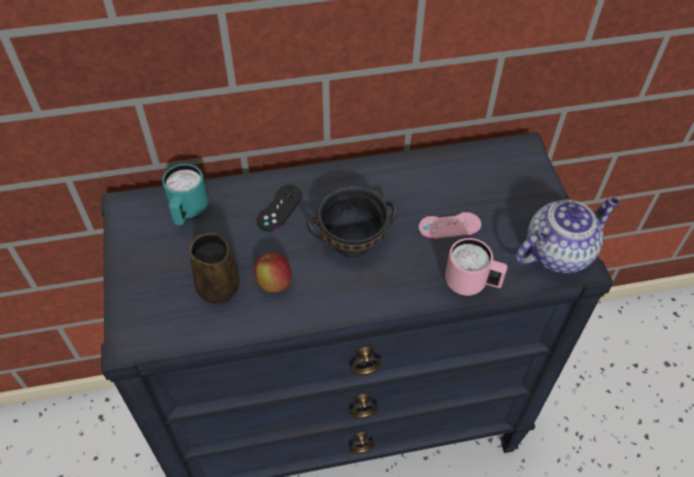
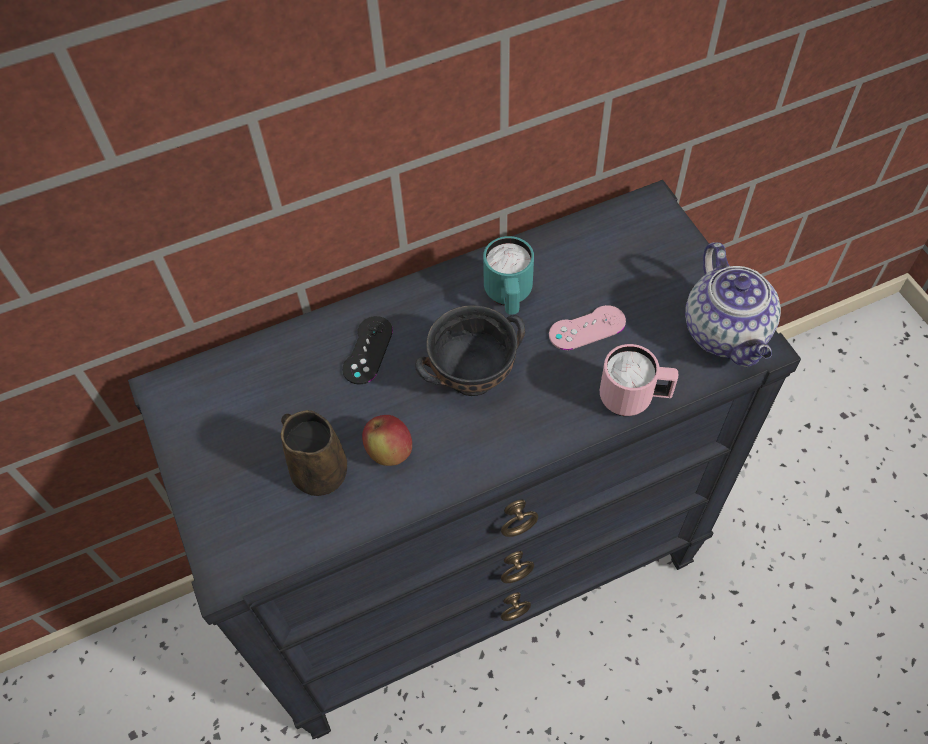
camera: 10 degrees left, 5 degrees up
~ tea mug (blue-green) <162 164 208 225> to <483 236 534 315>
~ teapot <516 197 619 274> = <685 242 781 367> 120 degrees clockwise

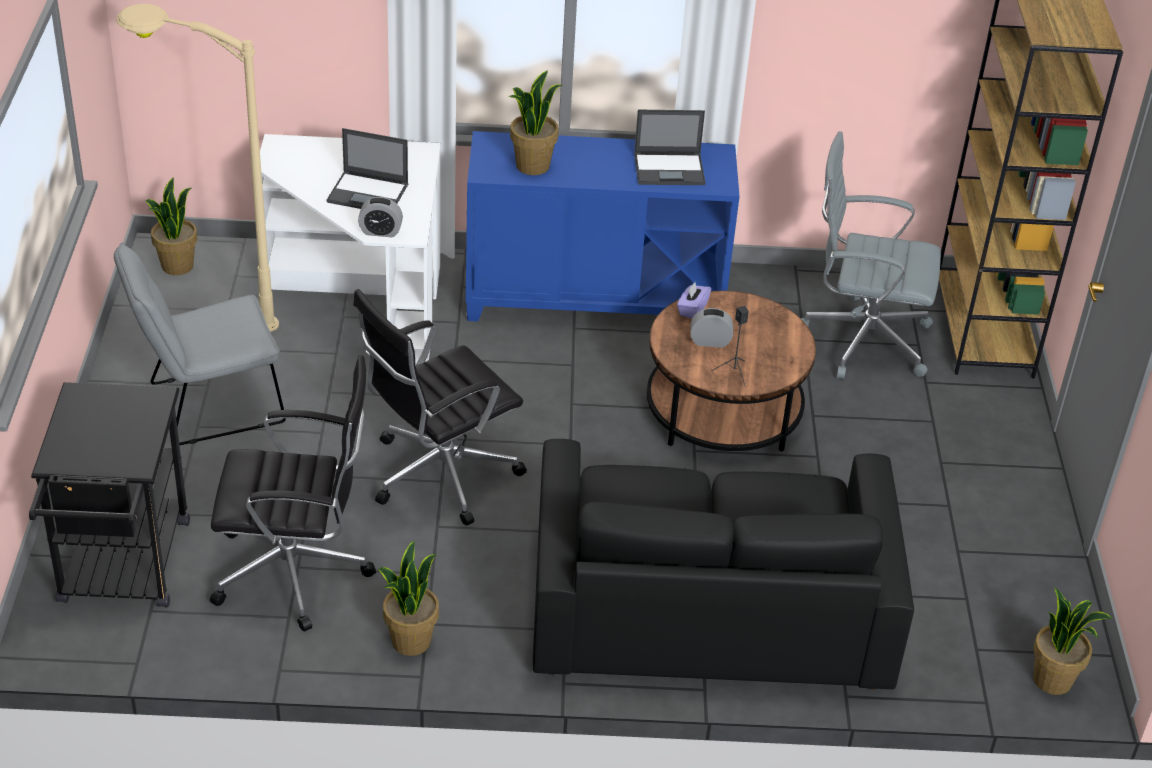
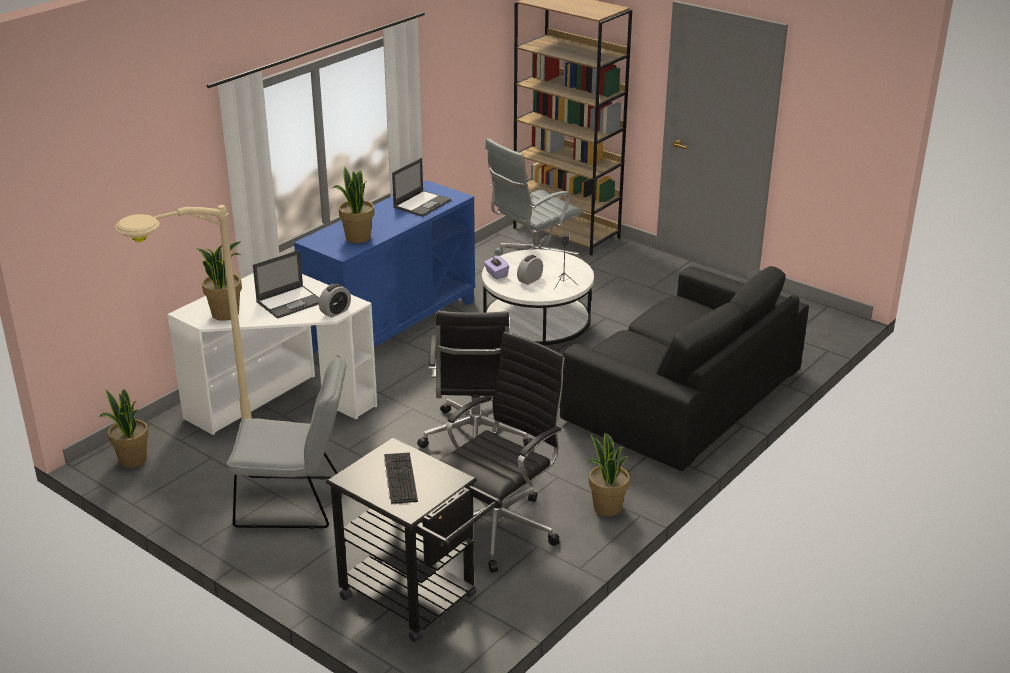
camera: 50 degrees left, 10 degrees down
~ potted plant <1033 588 1112 695> to <195 241 242 321>
~ upright chair (grey) <114 242 286 445> = <226 355 346 529> 105 degrees counterclockwise
+ computer keyboard <384 452 418 505>
~ lounge table (brownish) <647 291 816 452> to lounge table (whitish) <482 249 594 346>

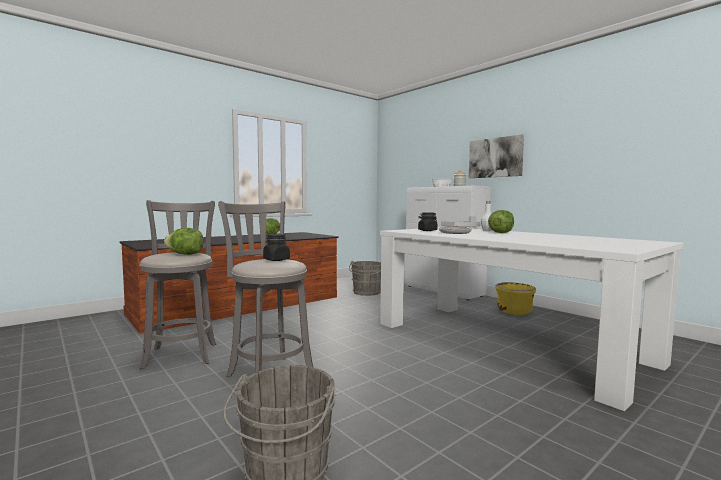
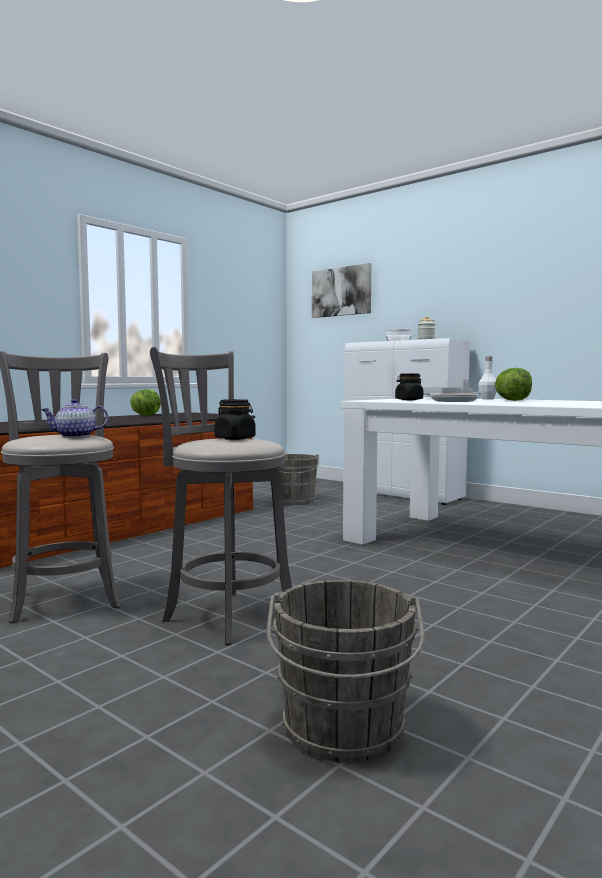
camera: 10 degrees left, 0 degrees up
~ lettuce head <164 228 203 255> to teapot <41 399 108 438>
~ wall art <469 134 524 178> to <312 263 371 318>
- planter (yellow) <495 282 536 315>

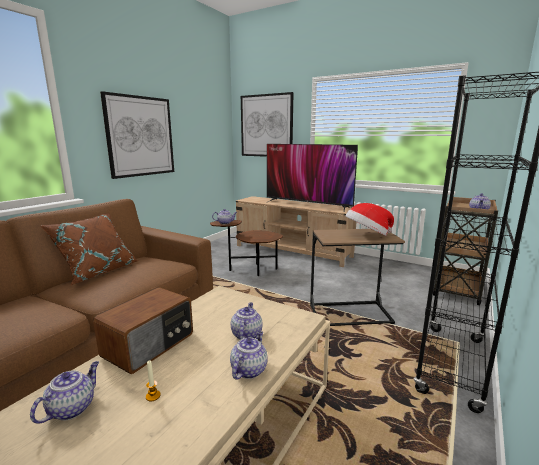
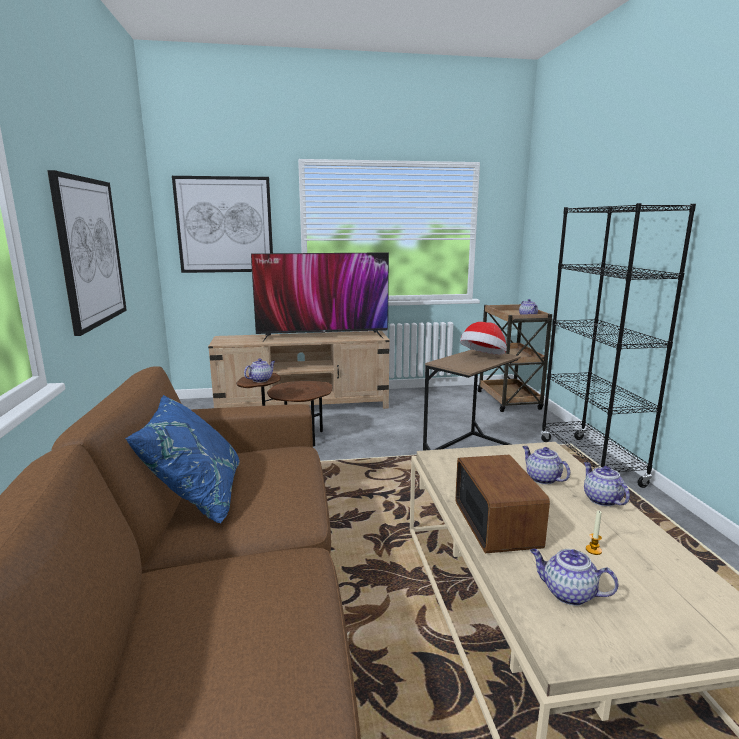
camera: 40 degrees left, 0 degrees up
~ cushion (brownish) <40 213 139 285> to cushion (blue-coloured) <125 395 240 524>
~ teapot <30 361 99 424> = <530 549 618 606> 45 degrees counterclockwise

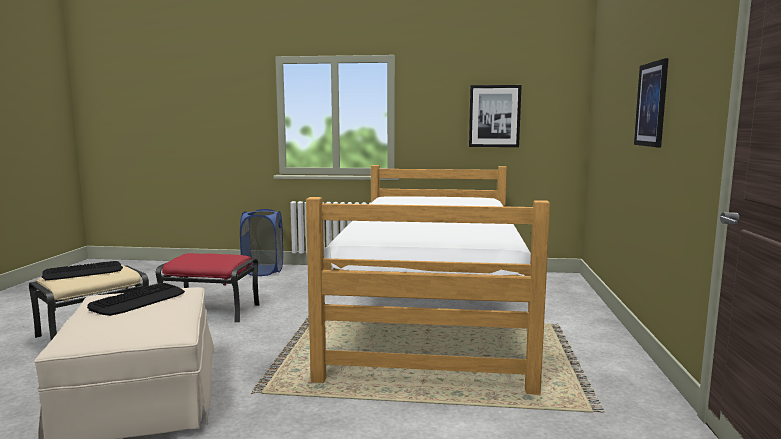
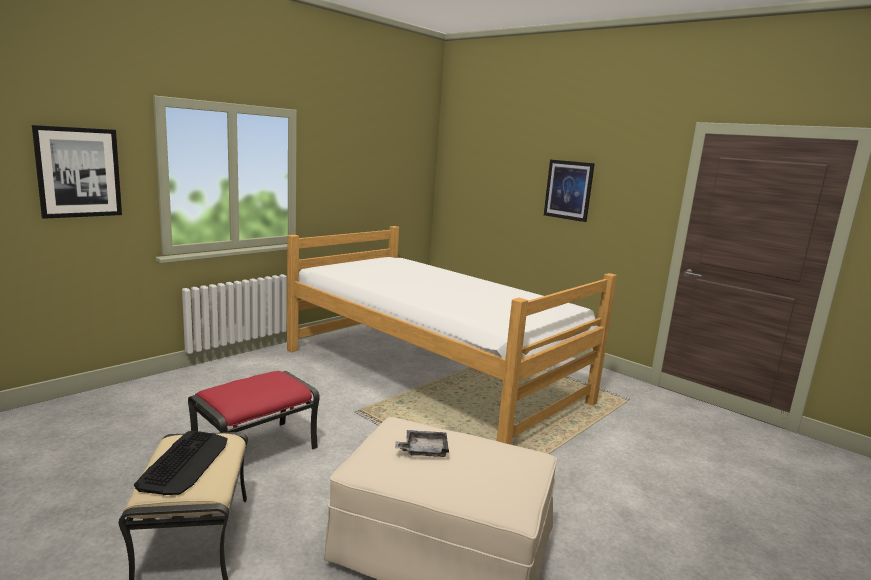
camera: 55 degrees left, 5 degrees up
~ wall art <469 85 522 147> to <32 125 122 219>
~ computer keyboard <87 283 185 316> to tray (grey) <395 430 449 457>
- laundry basket (blue-coloured) <240 209 283 276>

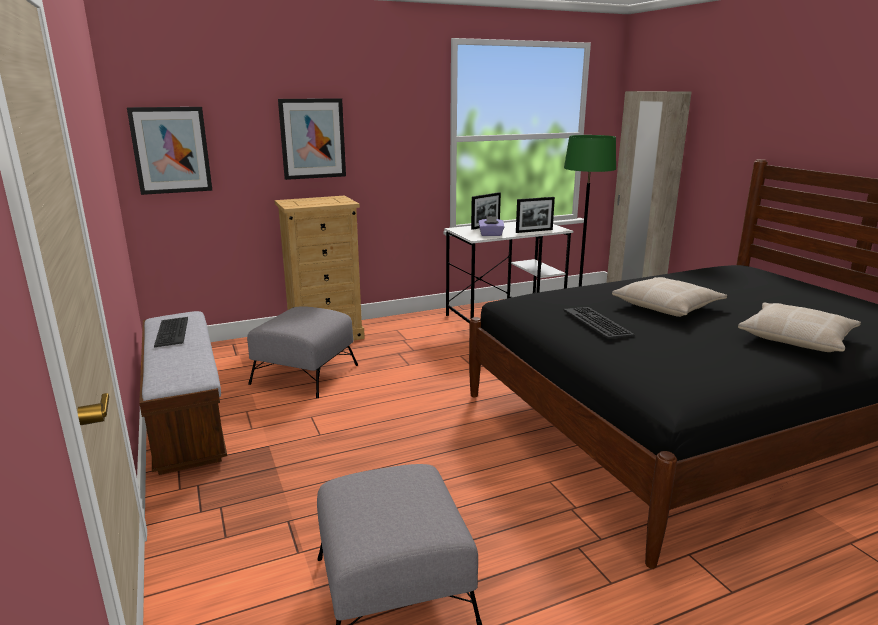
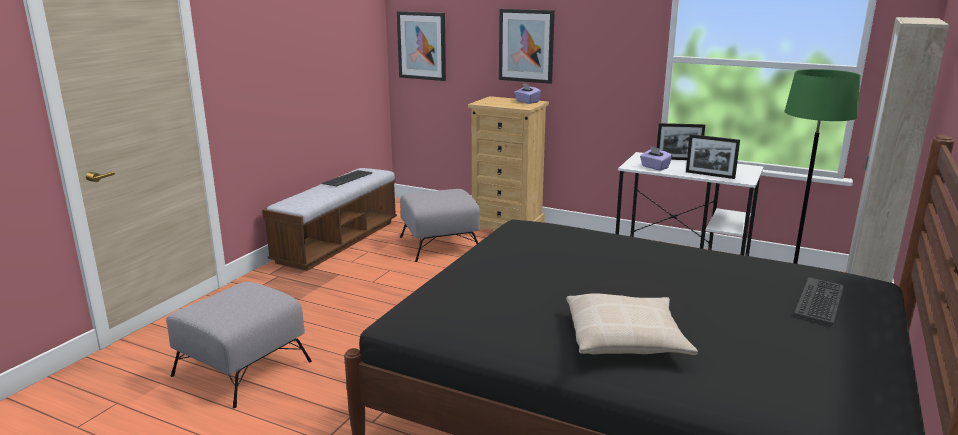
camera: 50 degrees right, 0 degrees up
+ box of tissues (purple) <514 83 541 104>
~ computer keyboard <563 307 635 339> to <794 277 844 325>
- cushion (sand-coloured) <612 277 727 317>

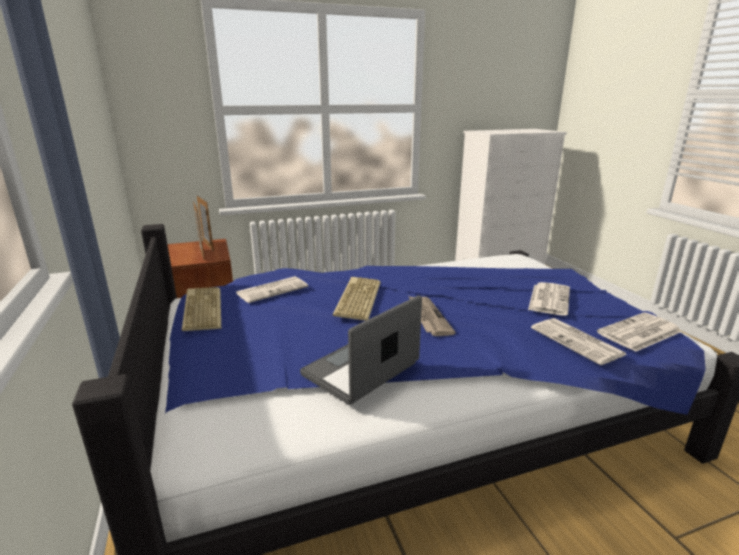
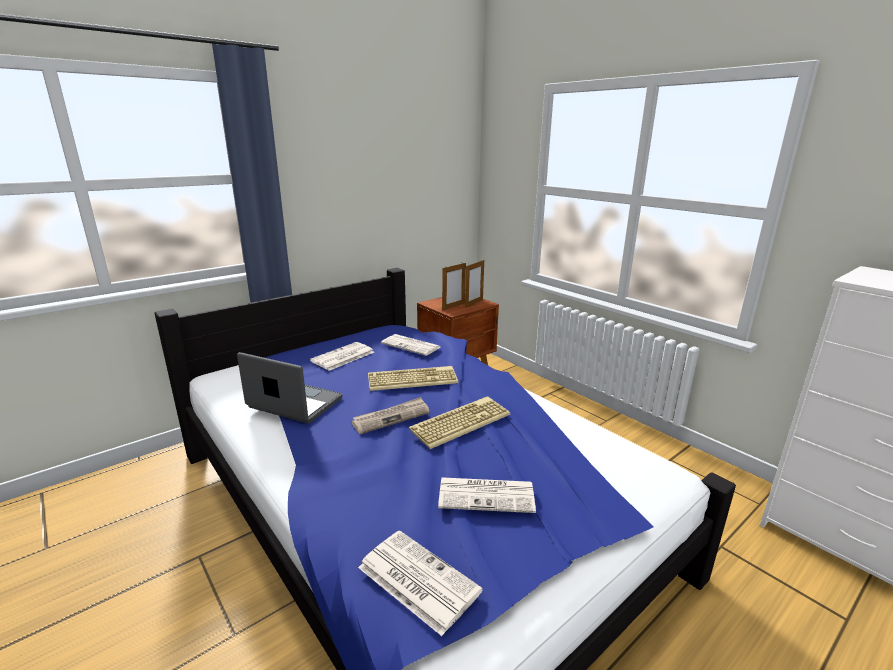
camera: 70 degrees right, 0 degrees up
~ newspaper <531 318 627 365> to <310 342 374 371>
~ computer keyboard <182 287 221 331> to <409 396 511 449>

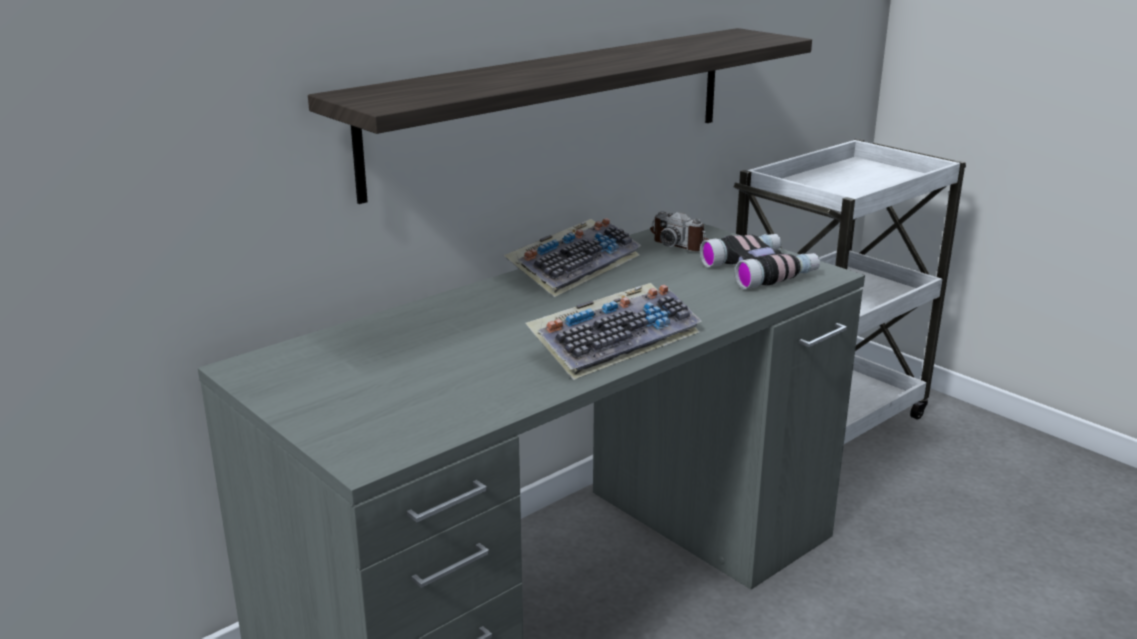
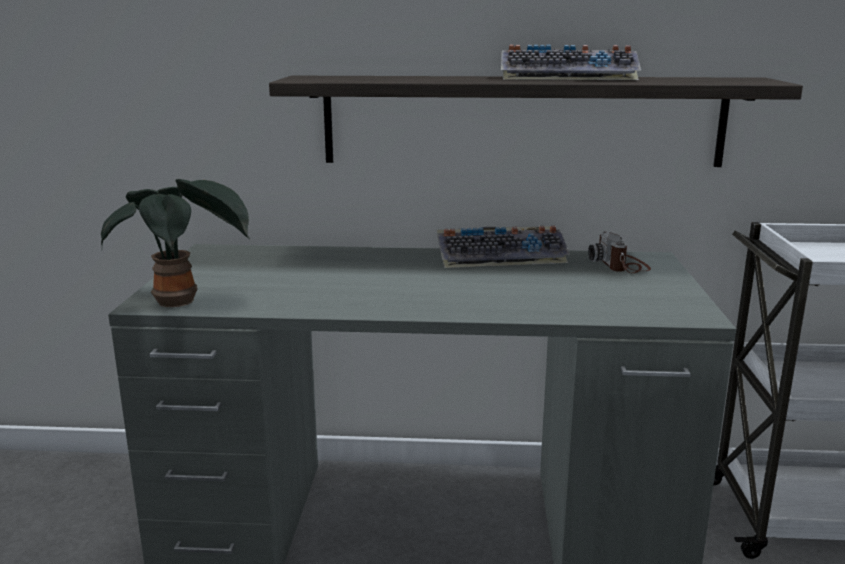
camera: 45 degrees right, 5 degrees down
+ potted plant <101 179 250 307>
~ computer keyboard <525 283 702 380> to <501 44 641 80>
- field glasses <700 234 820 289>

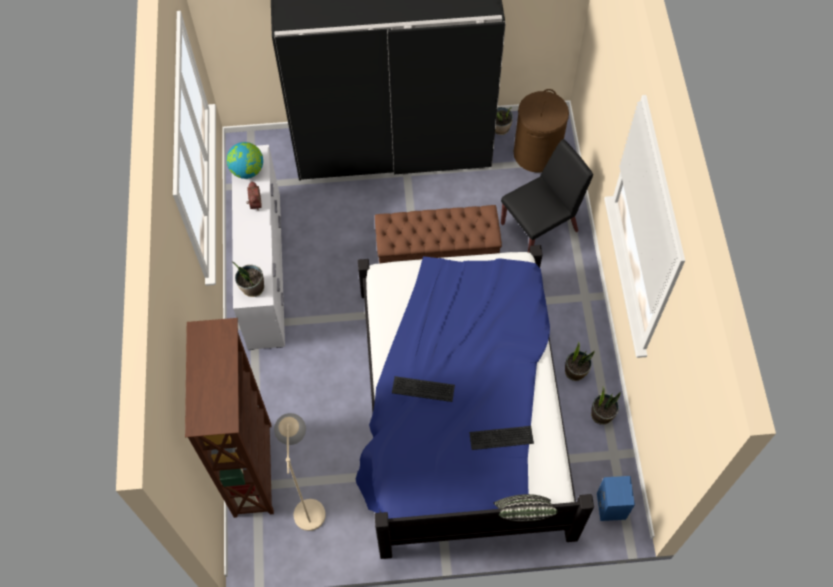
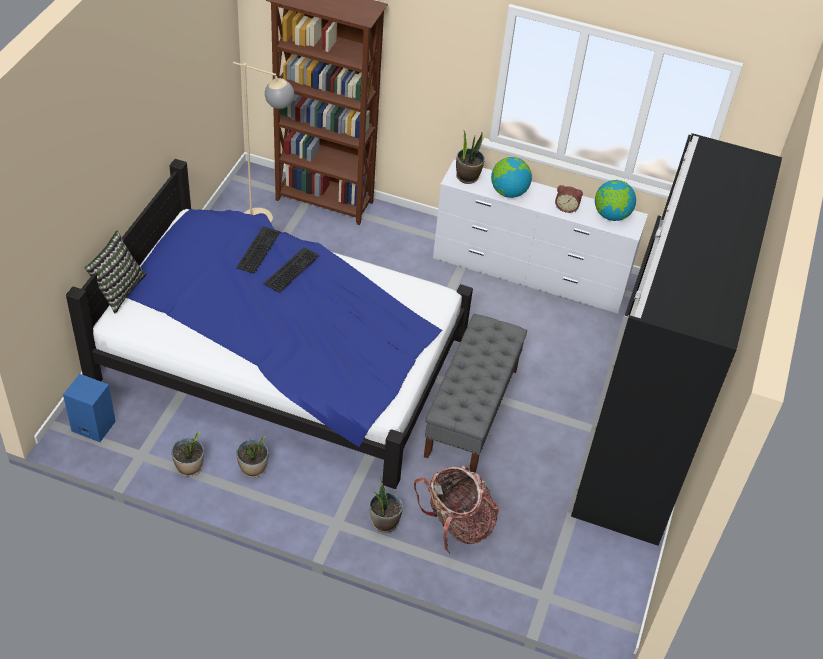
camera: 110 degrees right, 15 degrees down
~ computer keyboard <469 426 534 450> to <236 226 281 274>
~ potted plant <495 107 513 135> to <370 476 403 533>
~ upright chair (black-coloured) <501 139 593 252> to knapsack <414 465 499 554>
~ indoor bench (brownish) <375 205 502 264> to indoor bench (grey) <424 314 527 473>
+ globe <491 157 532 198>
- laundry basket (brownish) <514 89 569 173>

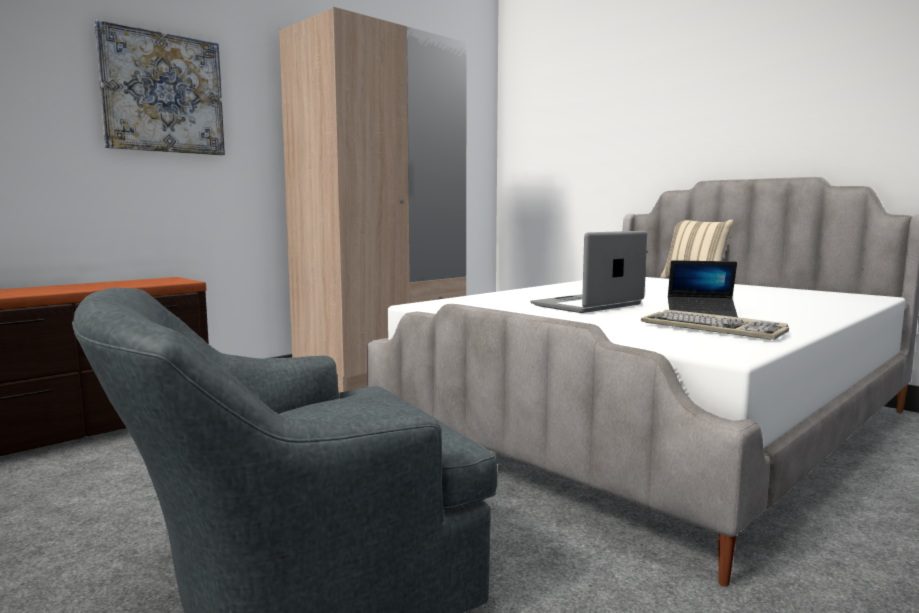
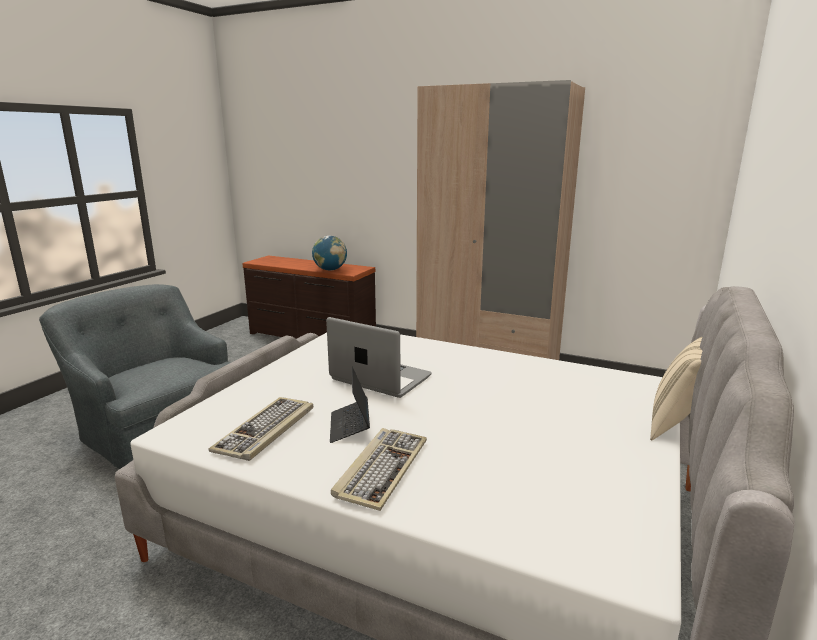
camera: 70 degrees right, 10 degrees up
+ globe <312 236 347 271>
+ computer keyboard <331 428 427 511>
- wall art <95 20 225 155>

